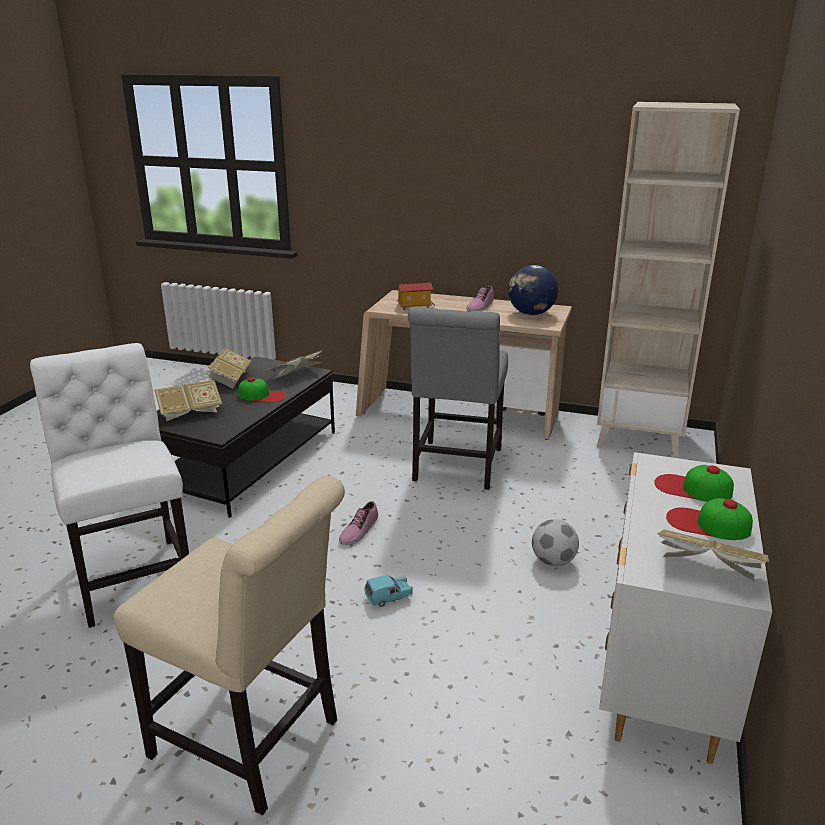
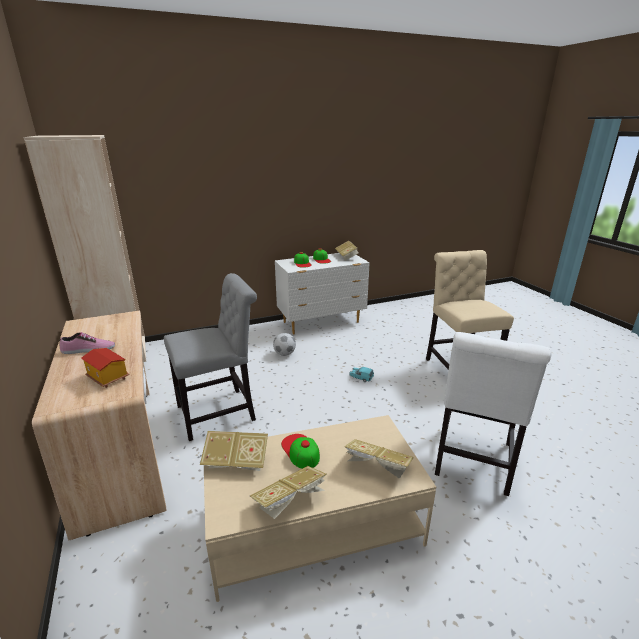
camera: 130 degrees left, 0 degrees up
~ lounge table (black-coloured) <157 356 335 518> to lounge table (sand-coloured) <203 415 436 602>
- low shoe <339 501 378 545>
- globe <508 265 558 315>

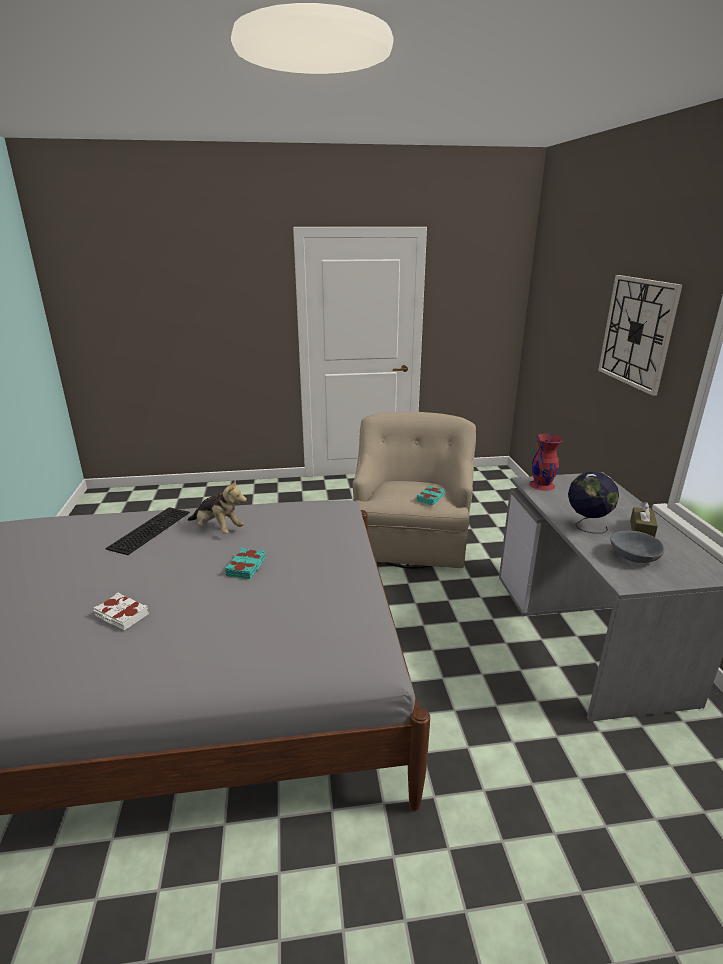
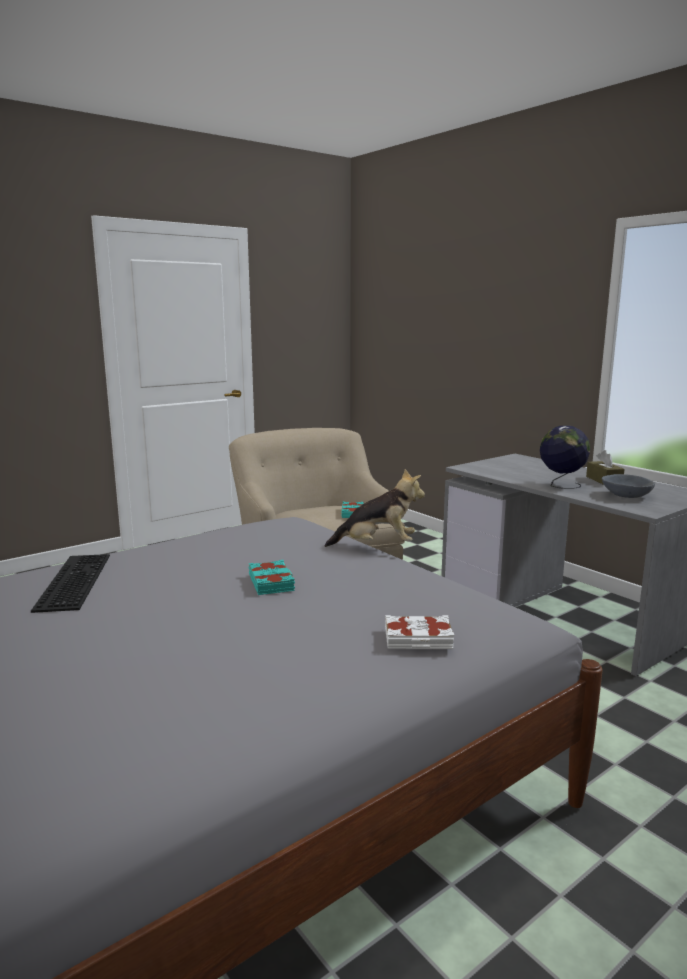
camera: 30 degrees left, 10 degrees down
~ plush toy <187 478 247 534> to <325 469 425 547>
~ volume (whitish) <94 592 149 631> to <385 615 454 649>
- vase (red-coloured) <529 434 563 491>
- hanging clock <598 275 682 396>

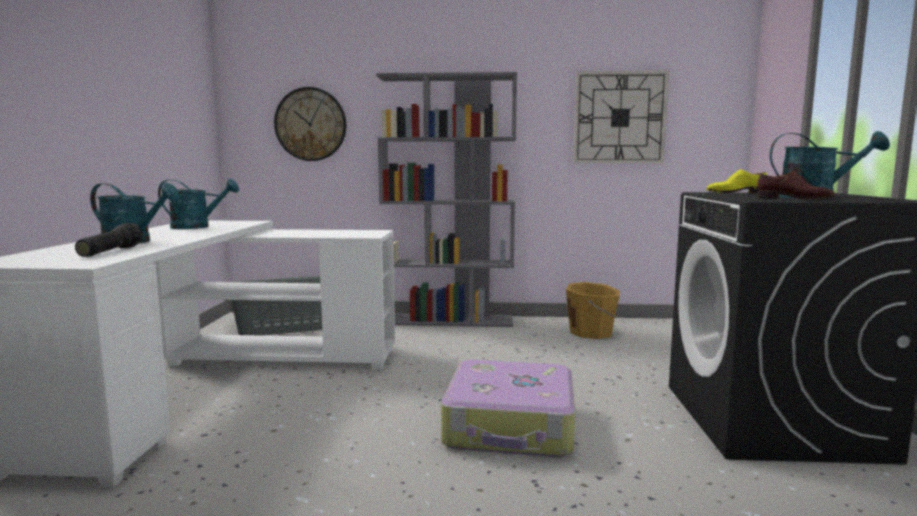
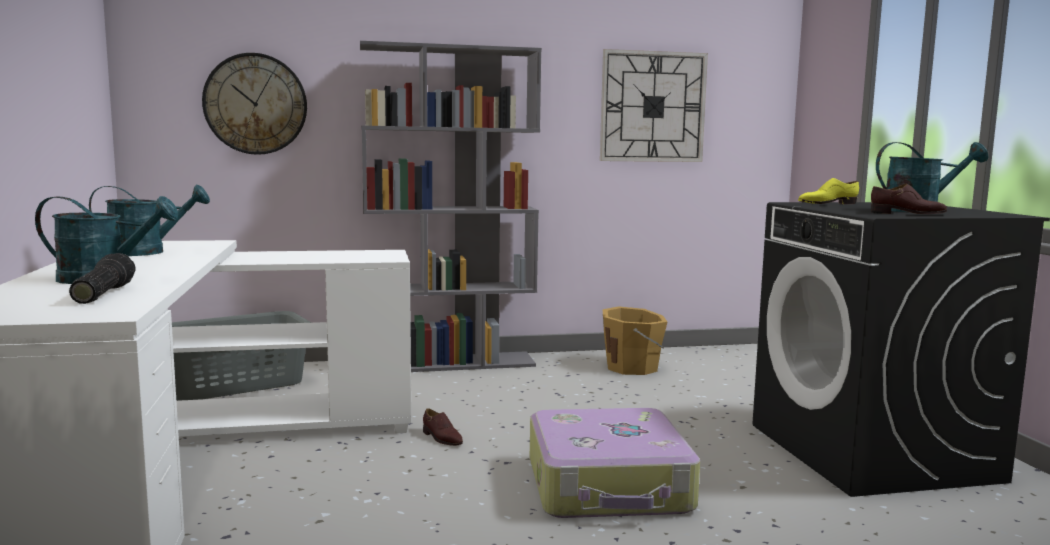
camera: 15 degrees left, 0 degrees up
+ low shoe (brownish) <423 408 463 446>

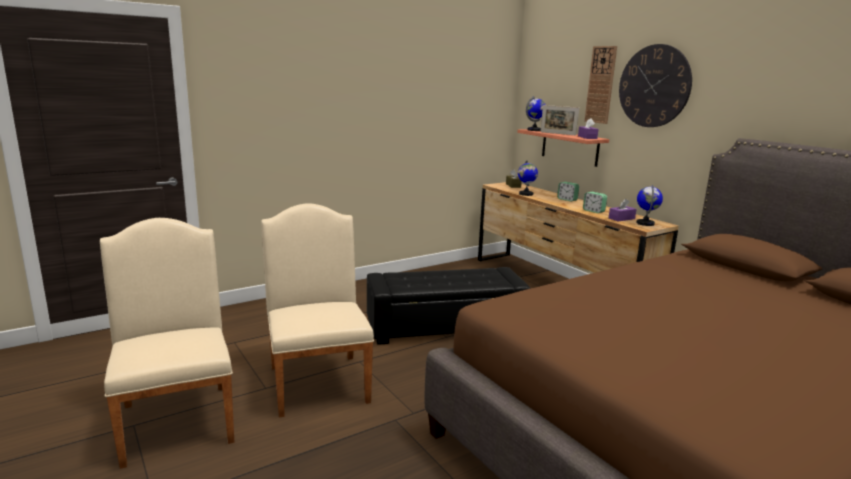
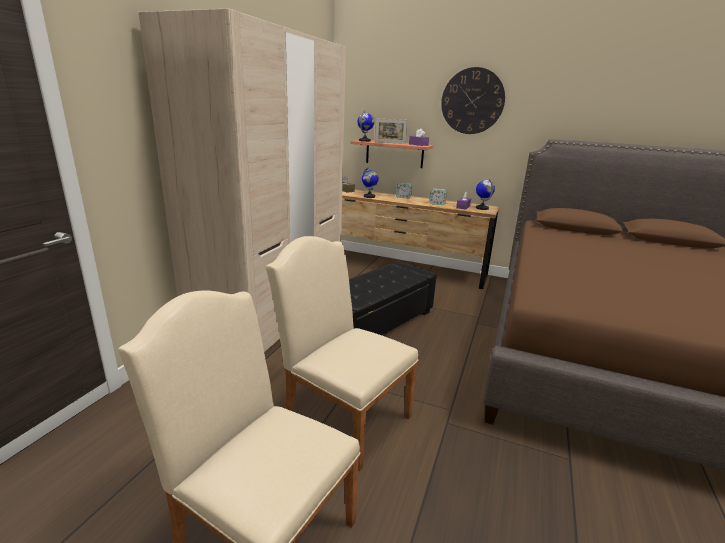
camera: 35 degrees left, 5 degrees up
+ armoire (sand-coloured) <138 9 346 352>
- hanging clock <585 46 617 124>

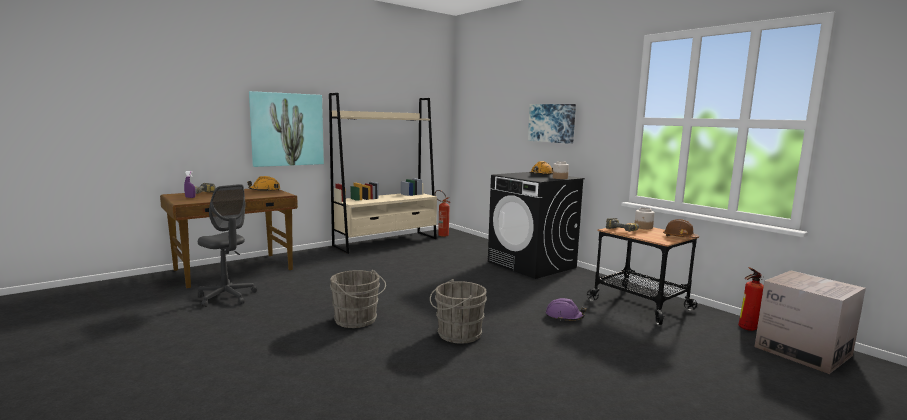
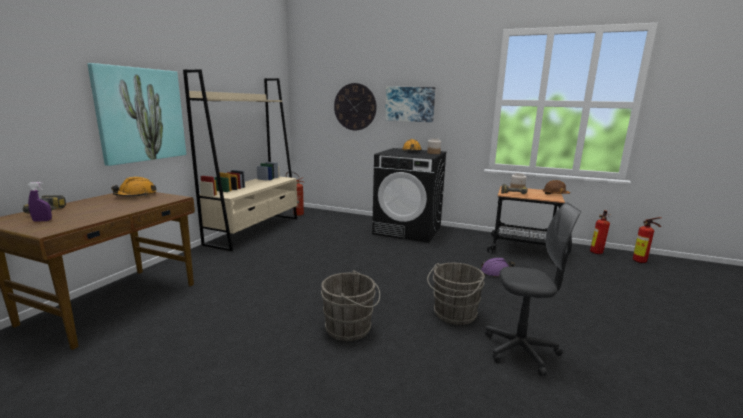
camera: 30 degrees left, 5 degrees up
+ hanging clock <334 83 377 131>
~ office chair (grey) <198 184 257 307> to <485 202 581 376>
~ cardboard box <755 271 866 374> to fire-fighting cylinder <633 217 661 263>

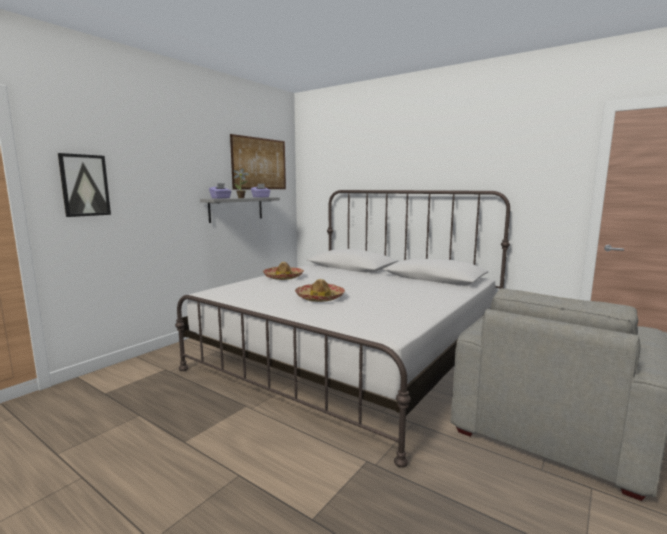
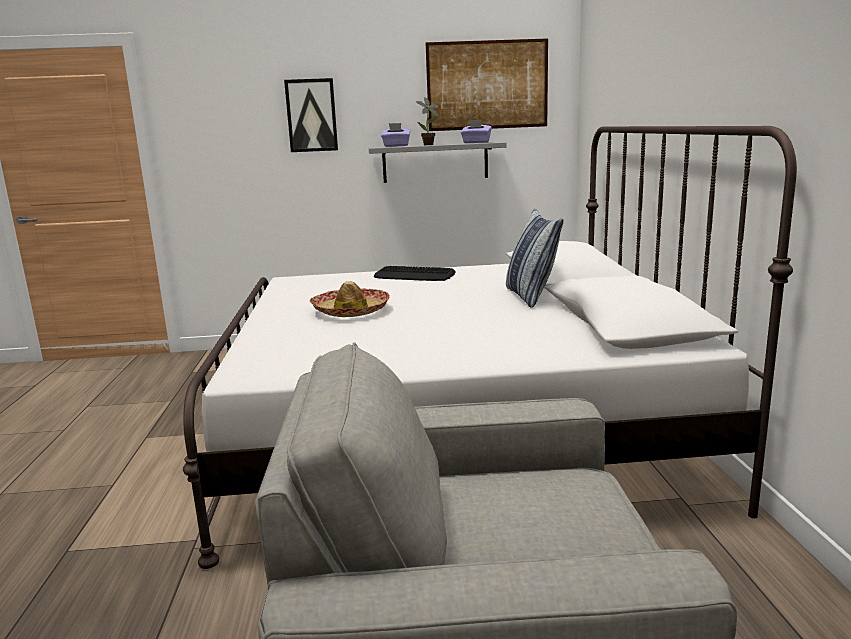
camera: 50 degrees right, 5 degrees up
~ wall art <58 153 111 217> to <284 78 338 152>
~ wearable hat <263 262 304 280> to computer keyboard <374 266 456 281>
+ cushion <506 209 564 308>

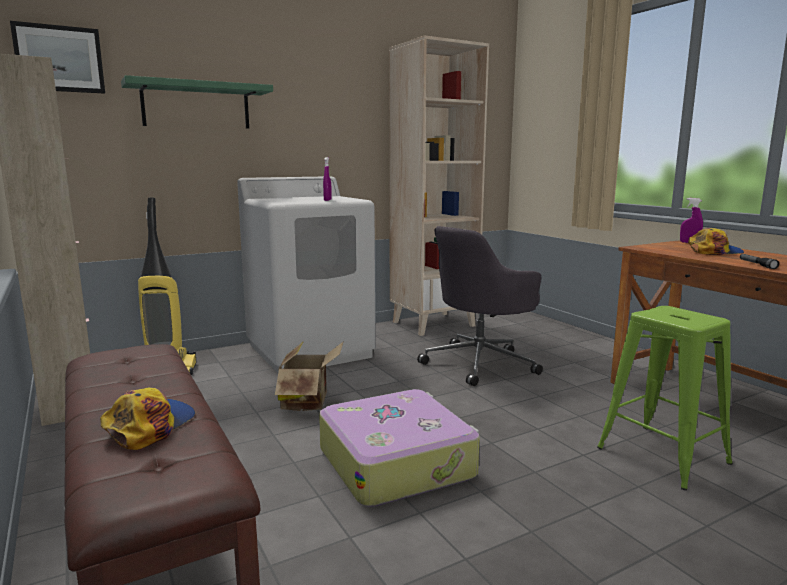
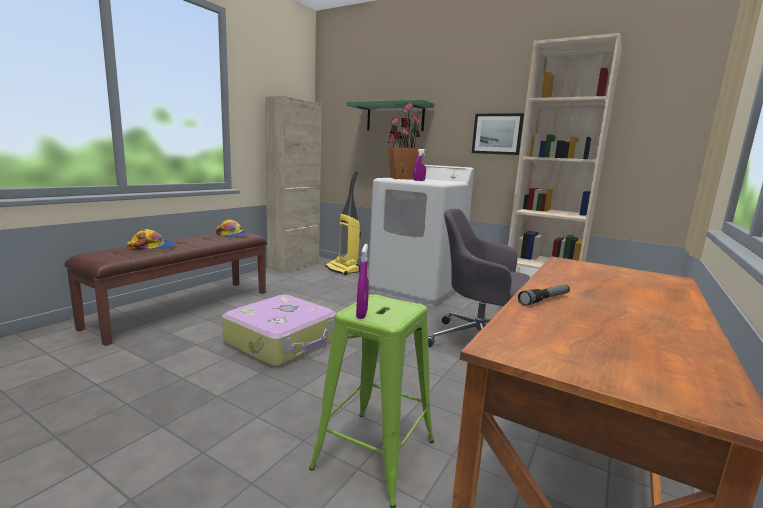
camera: 60 degrees right, 0 degrees up
~ peaked cap <688 228 744 255> to <215 219 246 238>
~ spray bottle (purple) <680 198 703 243> to <356 244 369 319>
+ potted plant <387 103 423 180>
~ wall art <10 21 105 94> to <472 113 524 155>
- cardboard box <275 341 344 411>

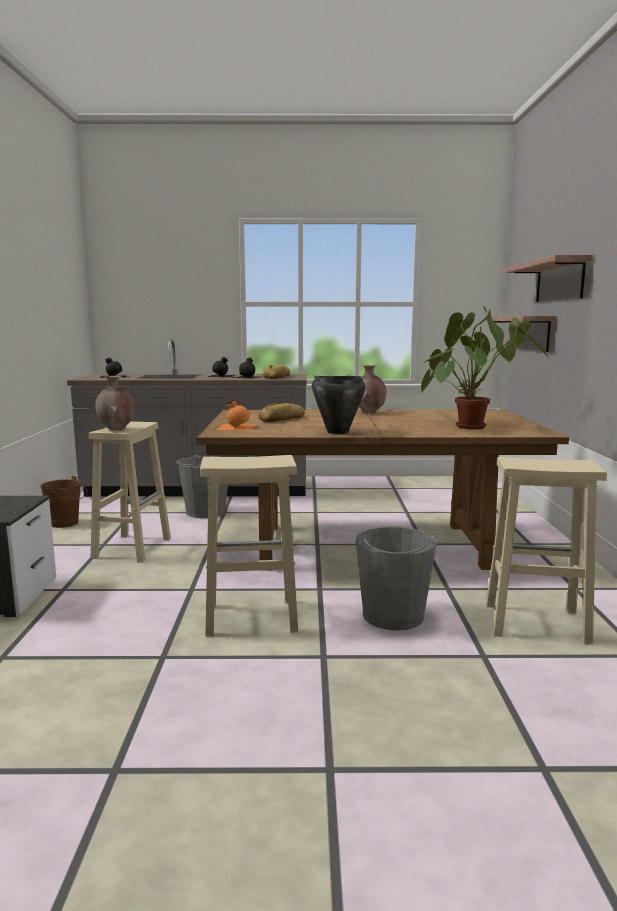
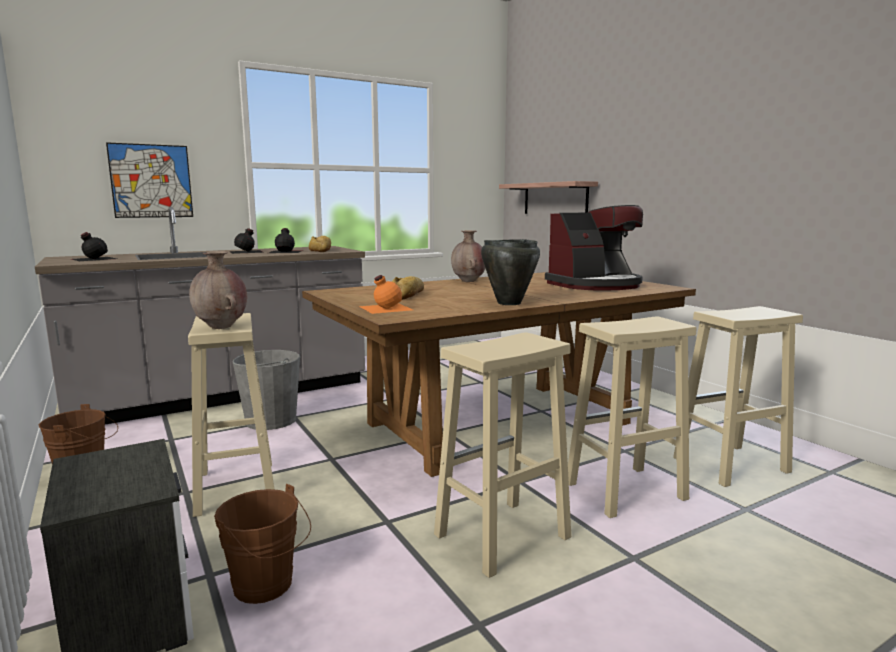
camera: 30 degrees left, 0 degrees up
+ wall art <106 142 193 218>
+ bucket (brownish) <214 484 311 604>
~ potted plant <419 307 552 429> to coffee machine <545 205 643 291>
~ bucket (grey) <355 526 437 630> to stool (sand-coloured) <568 316 696 518>
- bracket shelf <505 255 593 302>

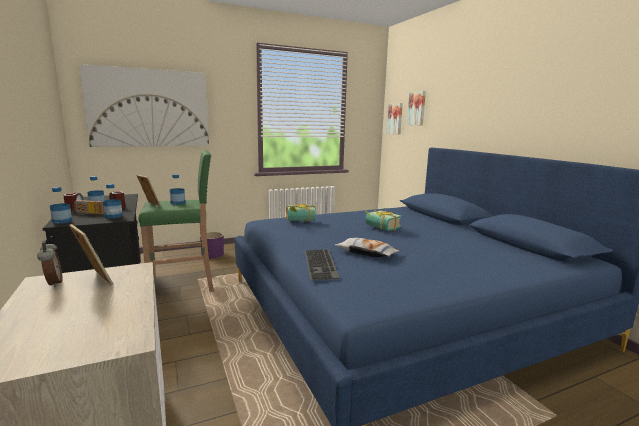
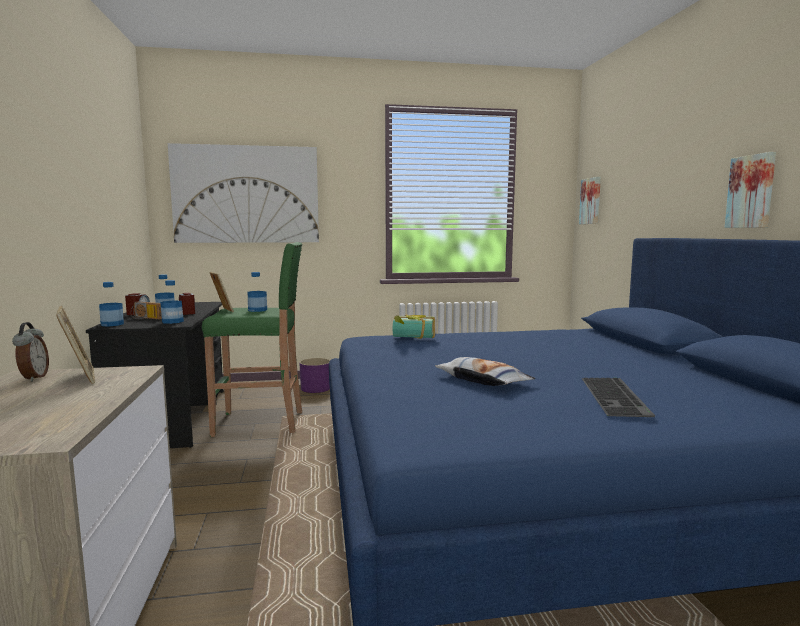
camera: 15 degrees right, 5 degrees down
~ computer keyboard <305 249 339 280> to <582 378 655 417>
~ wall art <407 91 426 126> to <725 152 776 228>
- volume <365 210 402 231>

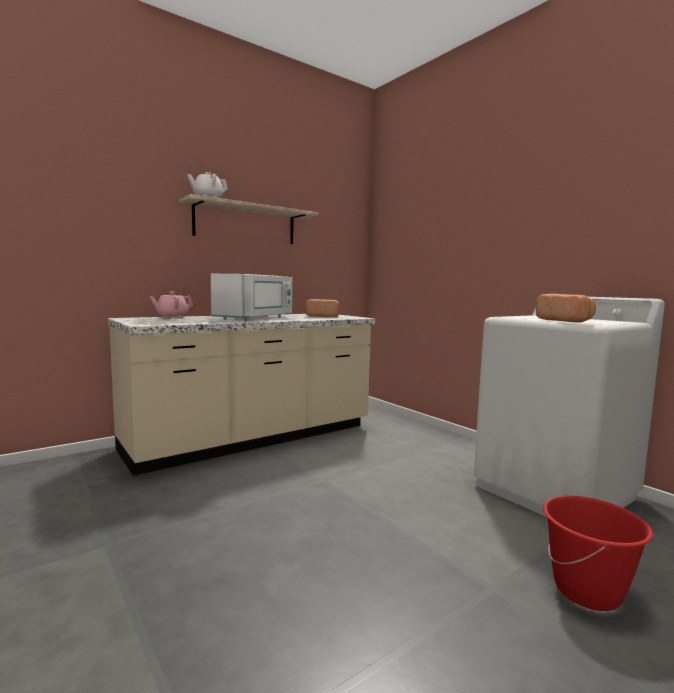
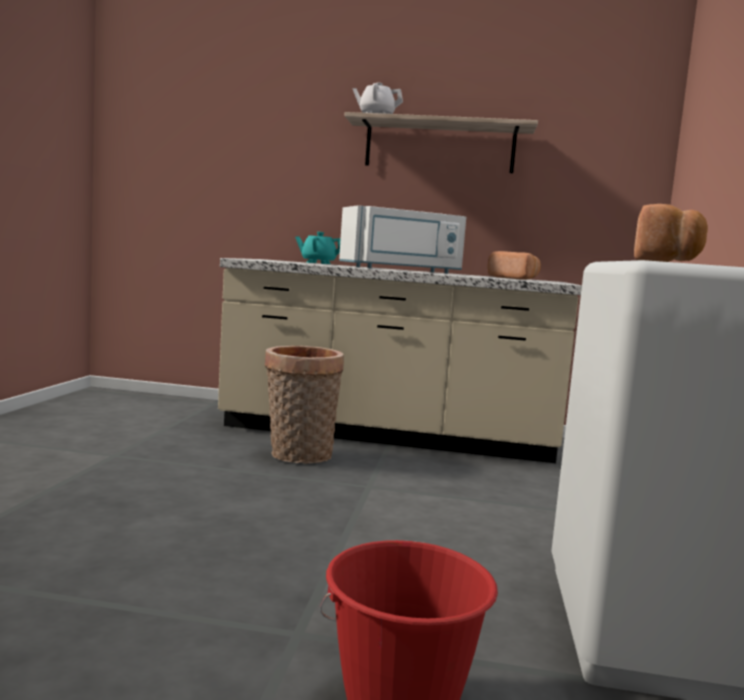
camera: 45 degrees right, 0 degrees up
+ basket <265 346 344 464>
~ teapot (pink-coloured) <150 291 193 318> to teapot (blue-green) <295 232 341 264>

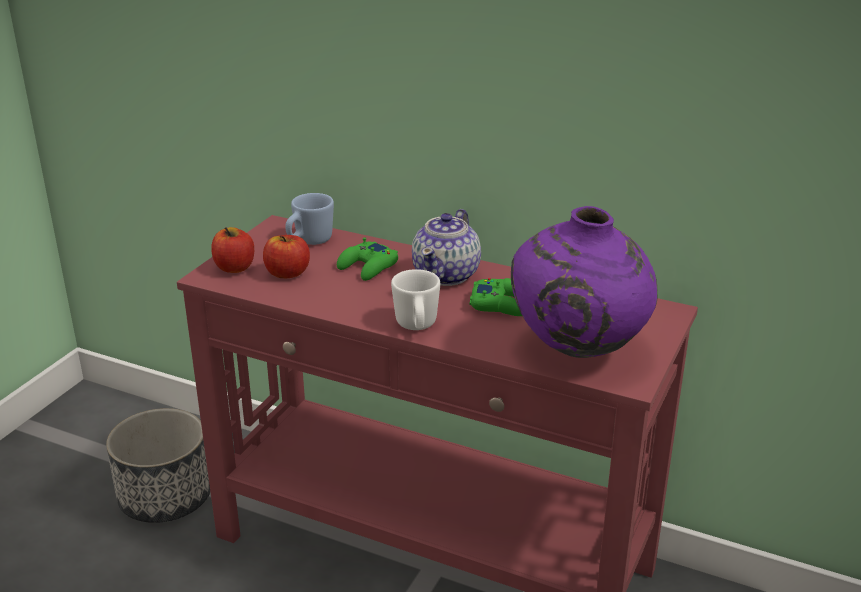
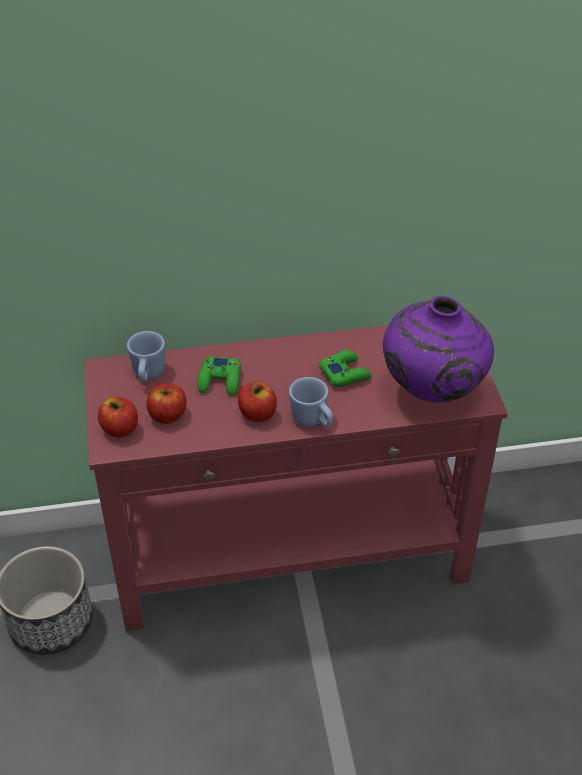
camera: 35 degrees left, 15 degrees up
+ apple <238 382 277 422>
~ tea mug (whitish) <391 269 440 330> to tea mug (blue-coloured) <289 377 333 427>
- teapot <412 209 481 286>

